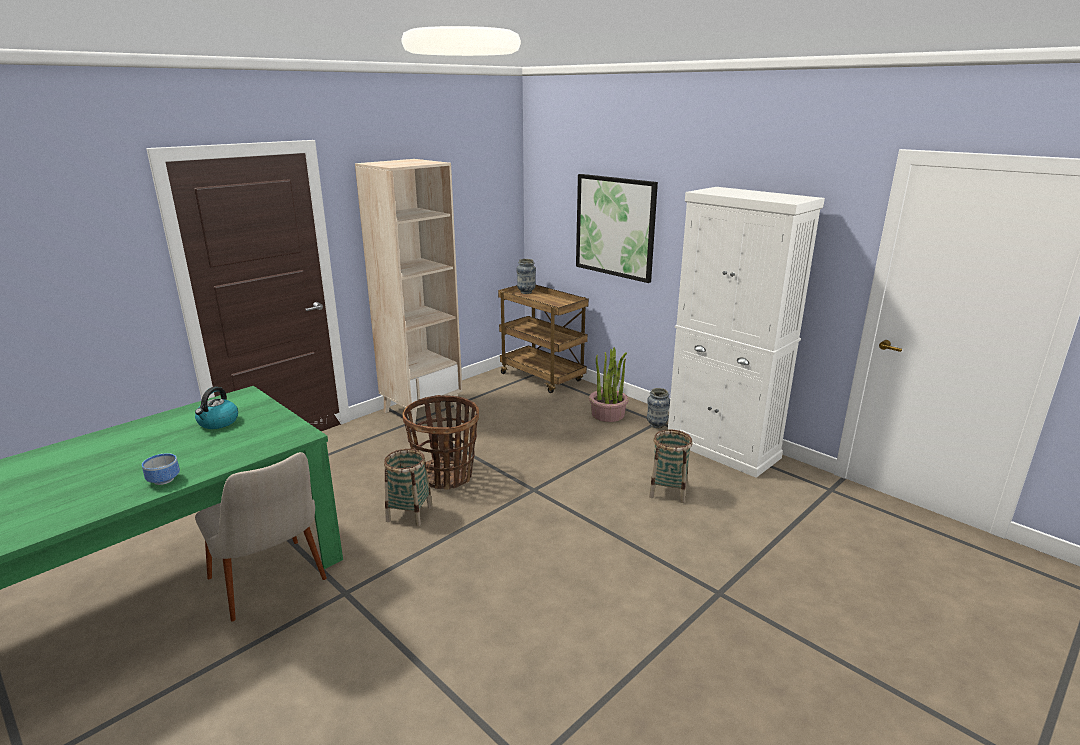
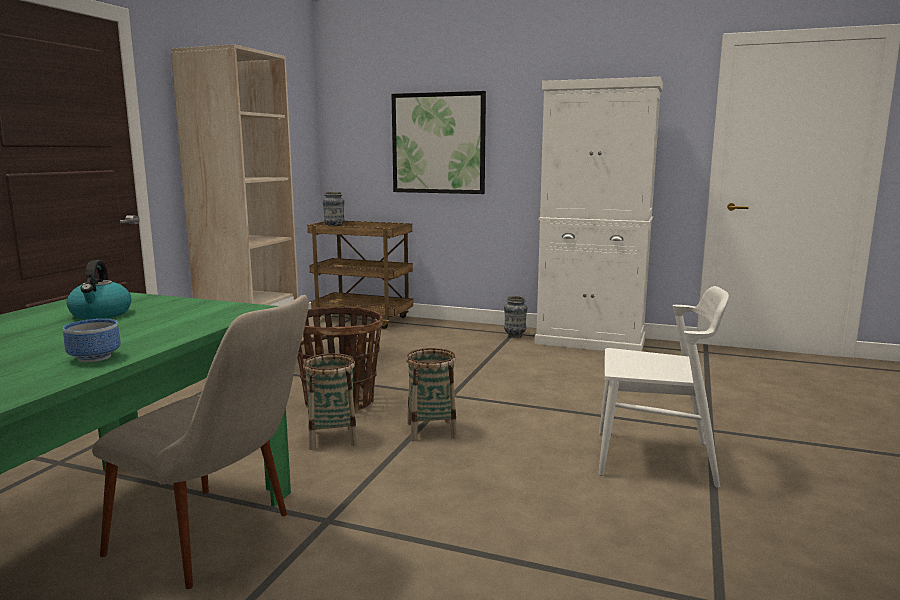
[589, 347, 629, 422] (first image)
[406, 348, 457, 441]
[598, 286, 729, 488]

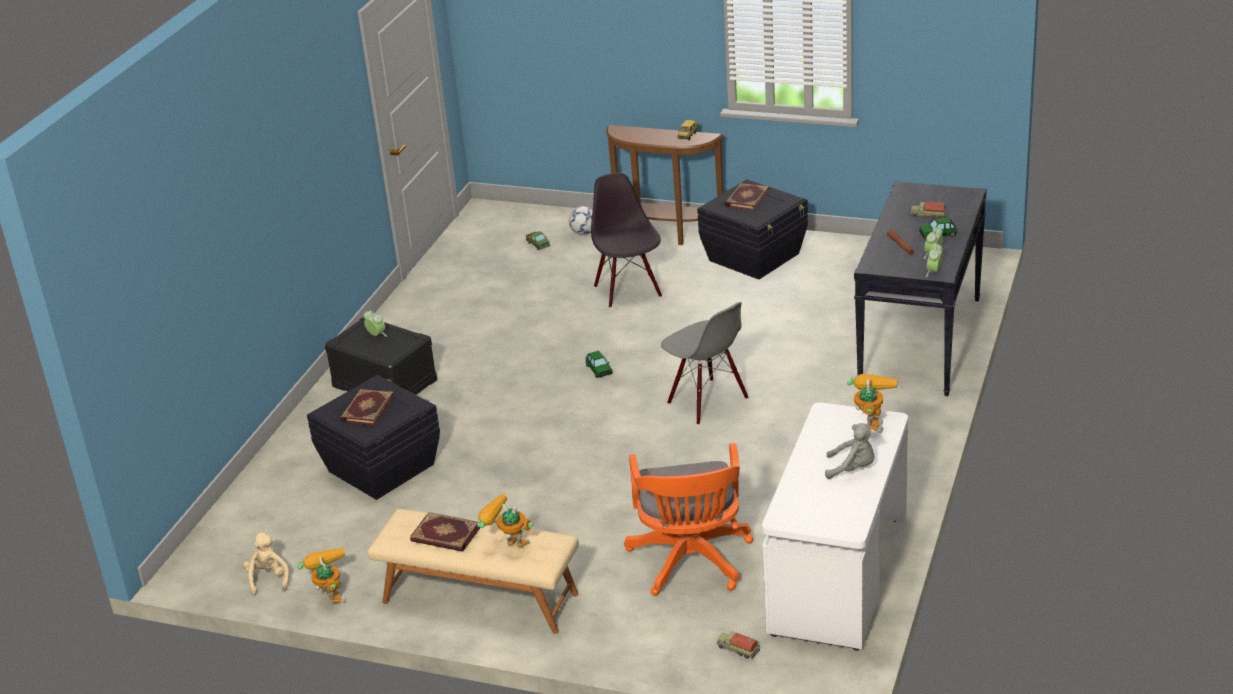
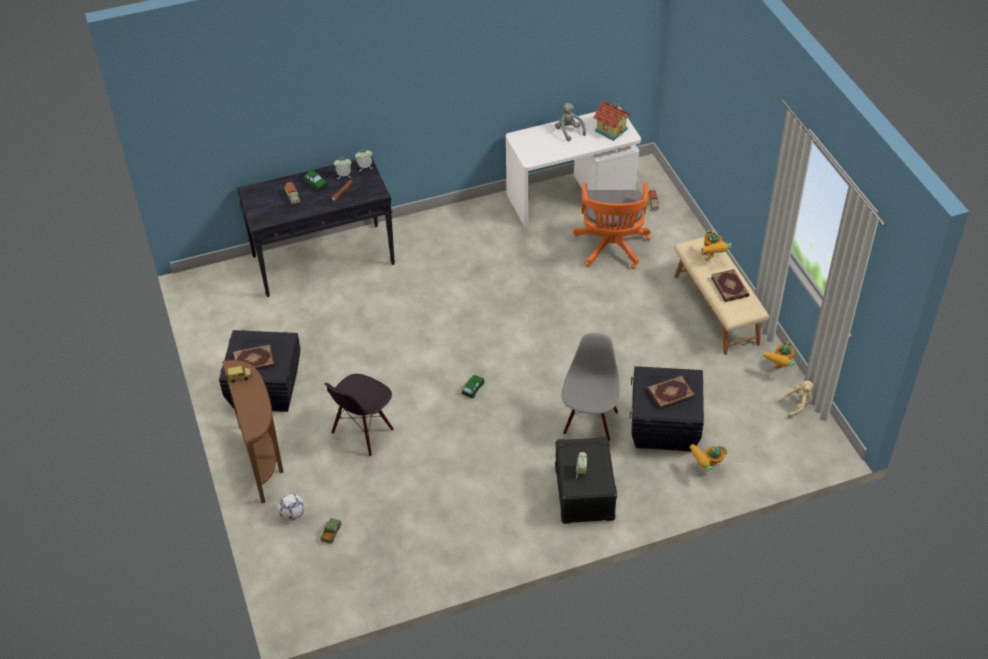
[779, 381, 813, 418]
[573, 183, 651, 269]
[562, 333, 620, 441]
[690, 444, 727, 470]
[593, 100, 631, 141]

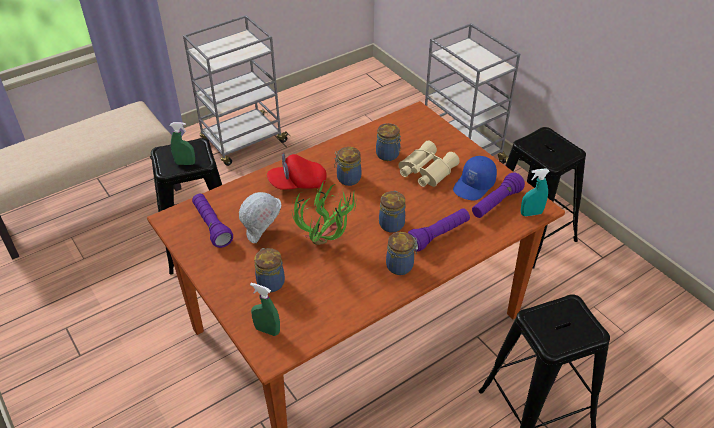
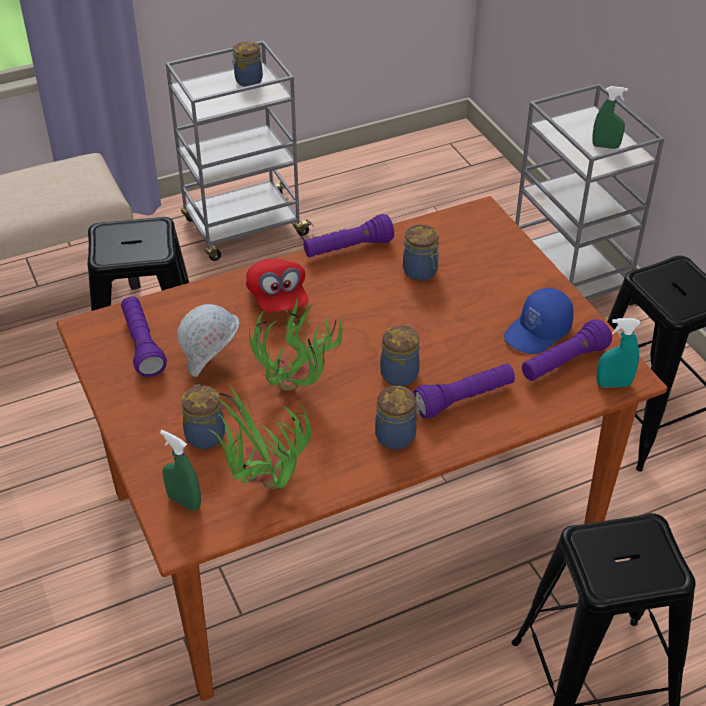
[592, 86, 628, 149]
[246, 259, 308, 312]
[232, 41, 263, 87]
[399, 141, 460, 187] (first image)
[209, 384, 311, 489]
[303, 214, 394, 257]

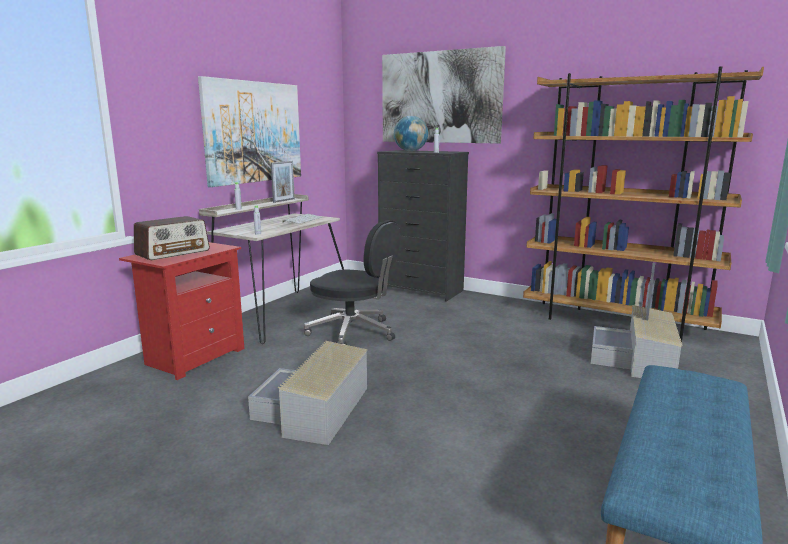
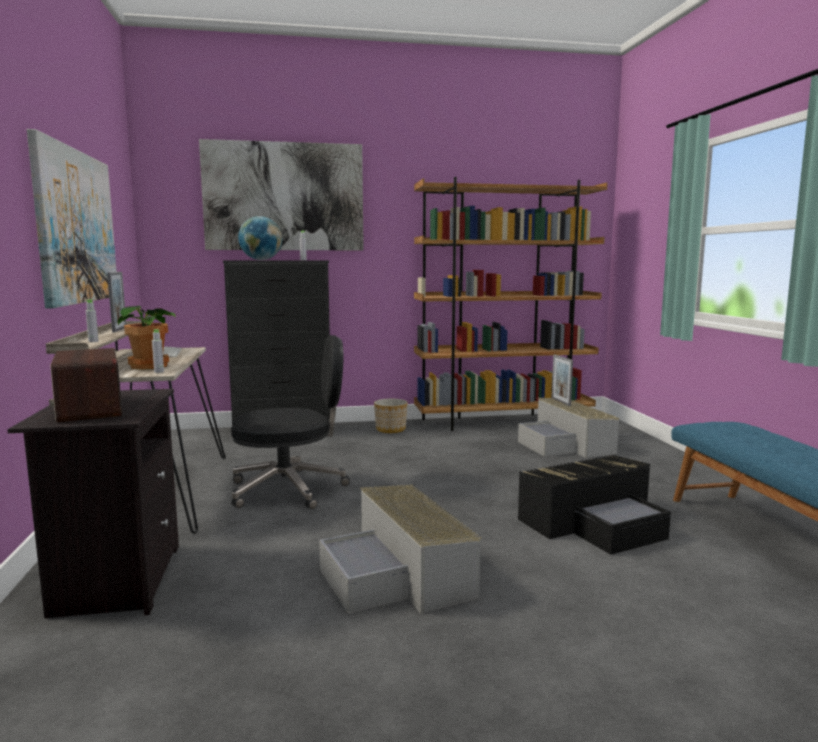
[7, 389, 179, 618]
[49, 348, 122, 422]
[118, 306, 176, 370]
[374, 399, 408, 433]
[518, 455, 671, 555]

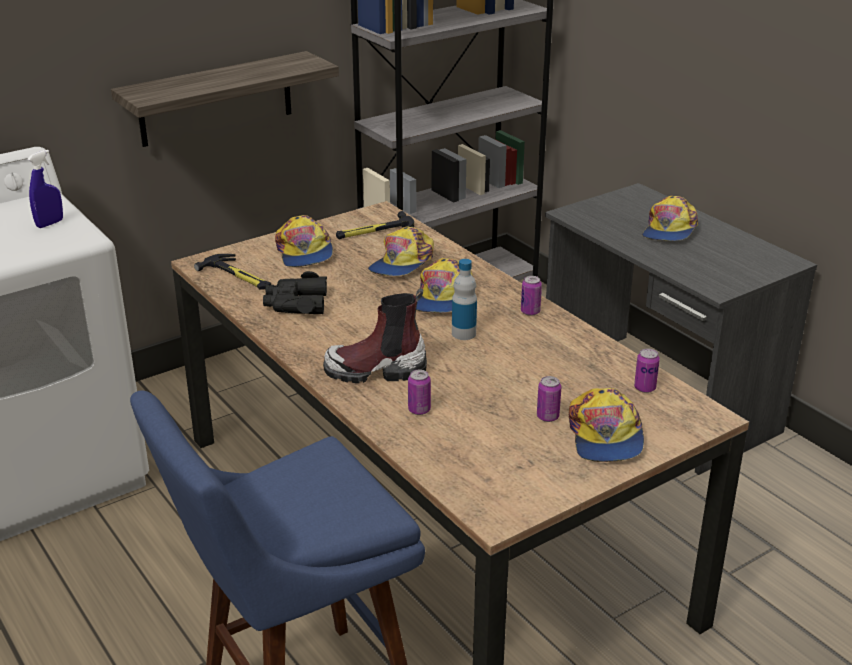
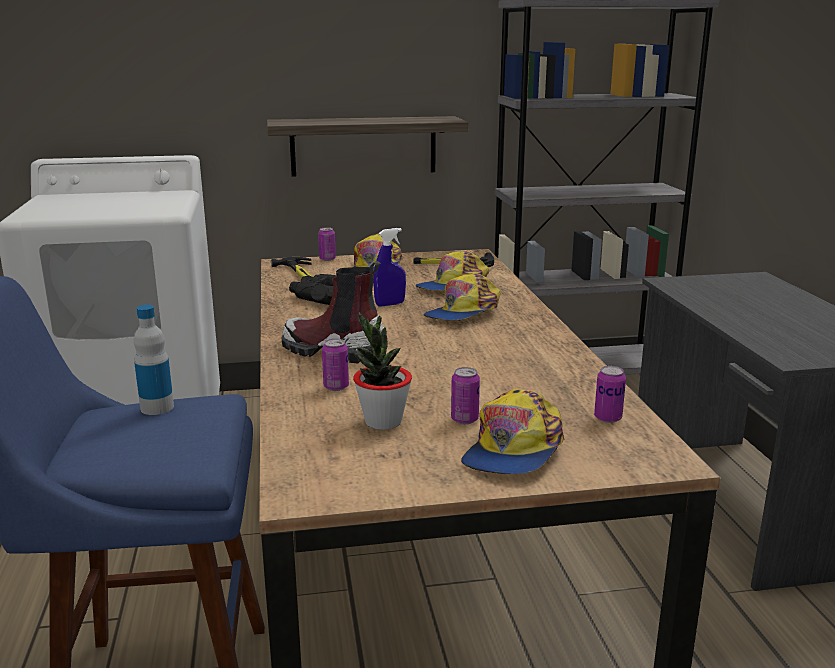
[373, 228, 406, 307]
[133, 305, 174, 415]
[318, 227, 336, 261]
[642, 196, 699, 241] (first image)
[353, 312, 412, 430]

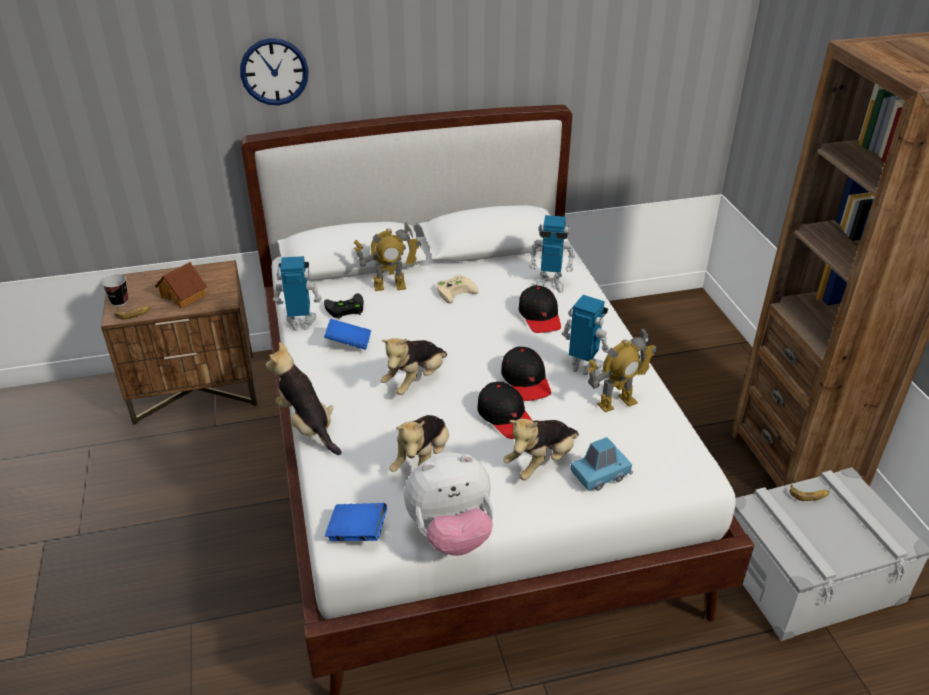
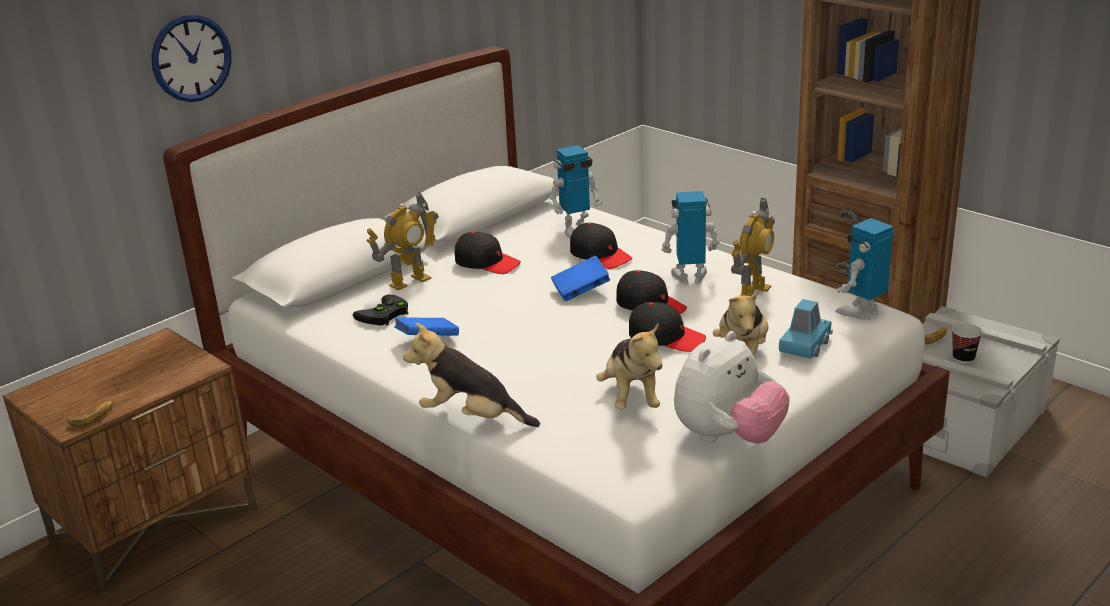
[952, 323, 982, 363]
[155, 262, 207, 308] (first image)
[835, 218, 894, 320]
[551, 255, 611, 301]
[381, 338, 447, 395] (first image)
[455, 232, 521, 274]

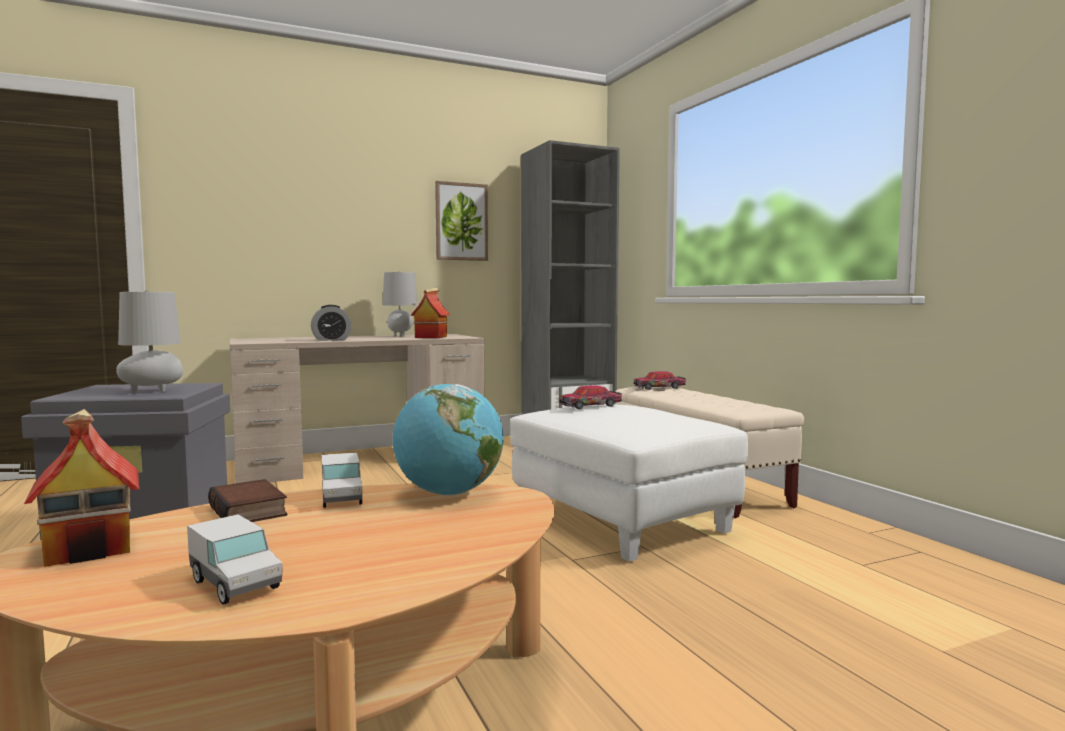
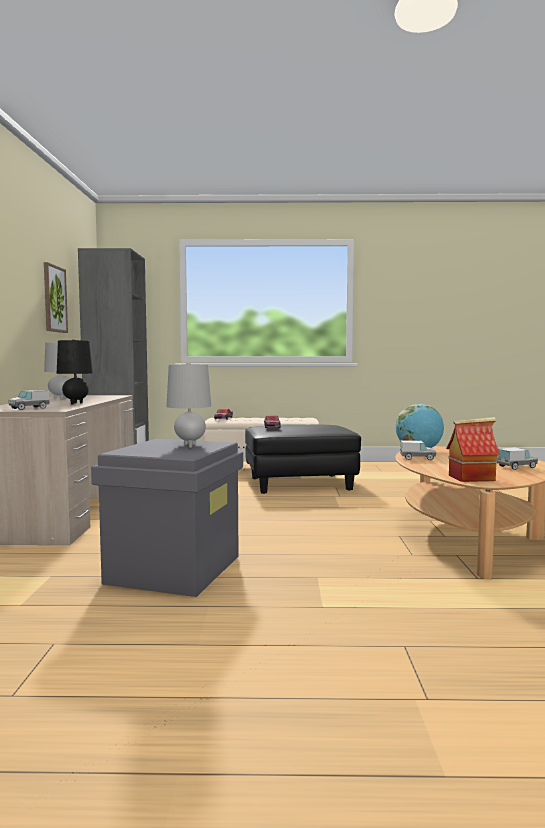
[208, 479, 287, 522] (first image)
[57, 340, 93, 405]
[410, 288, 450, 338] (first image)
[245, 424, 361, 494]
[8, 390, 50, 410]

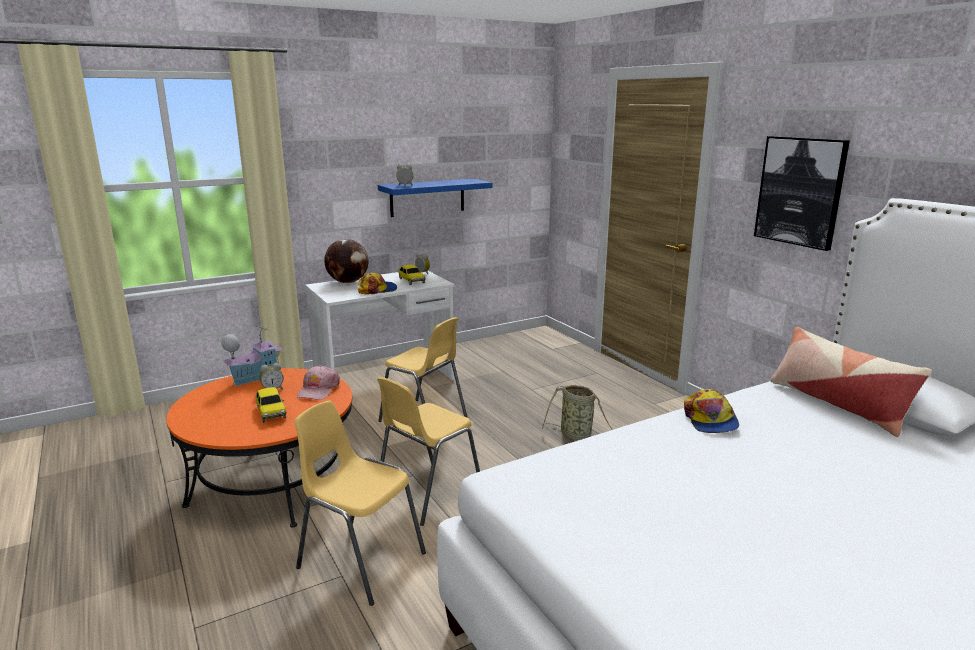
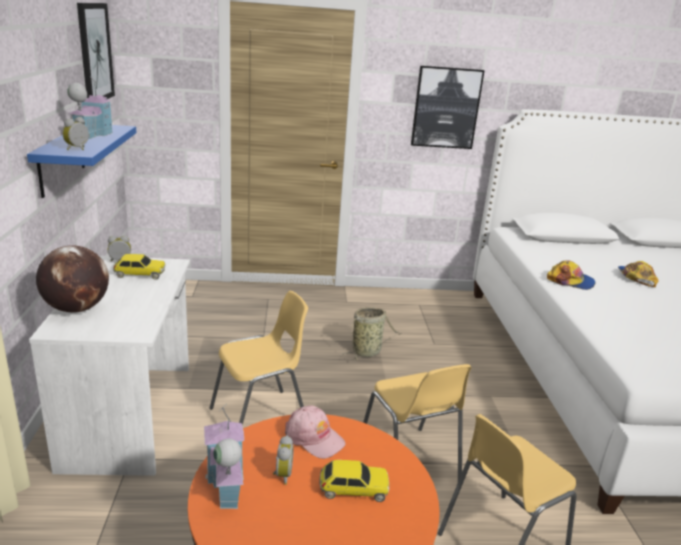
[618, 261, 659, 287]
[771, 327, 932, 437] (first image)
[67, 81, 113, 140]
[77, 3, 115, 99]

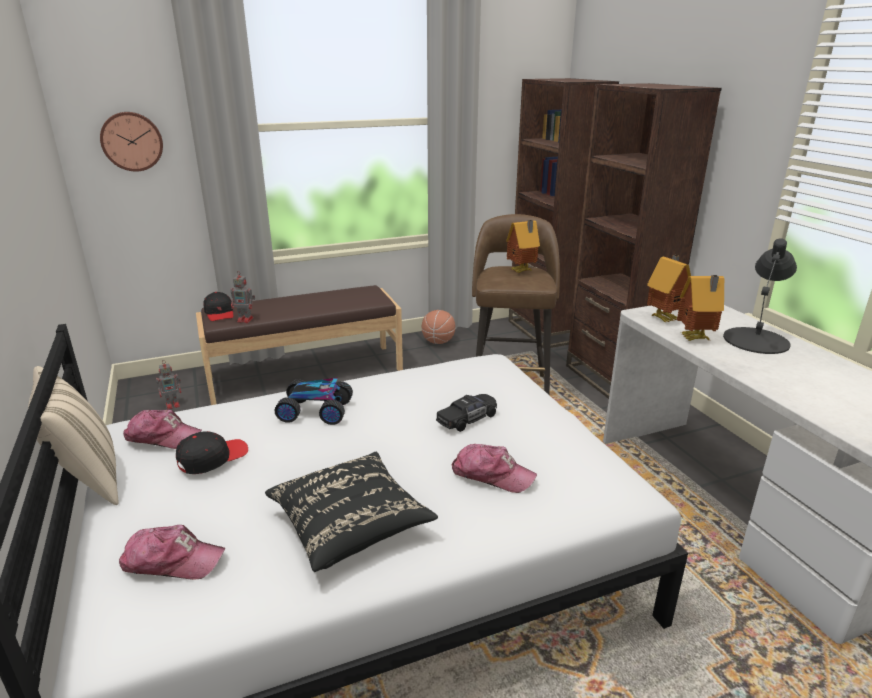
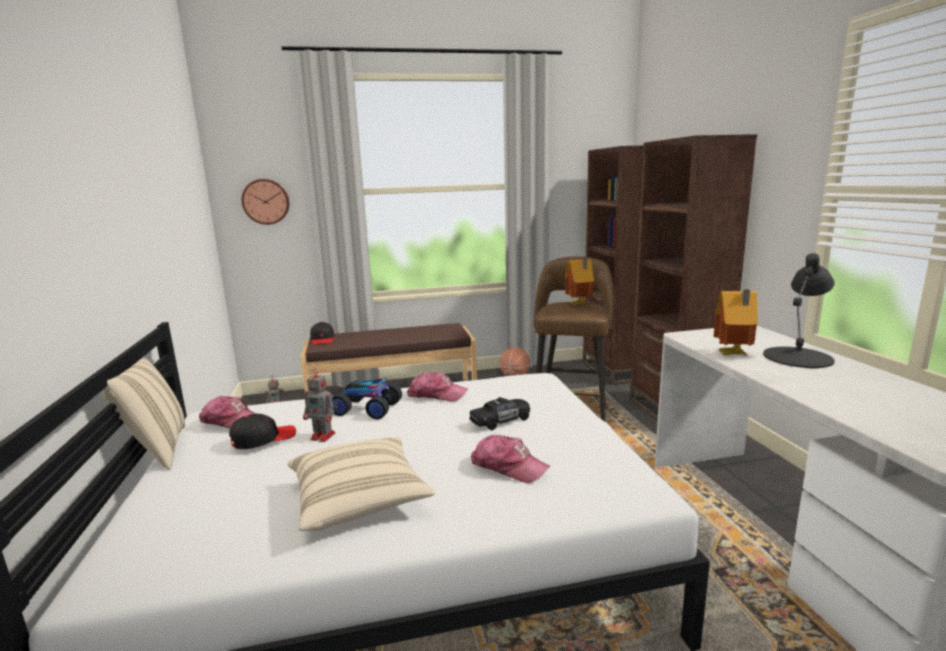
[407, 372, 468, 402]
[303, 368, 337, 442]
[288, 437, 435, 531]
[647, 255, 691, 322] (first image)

